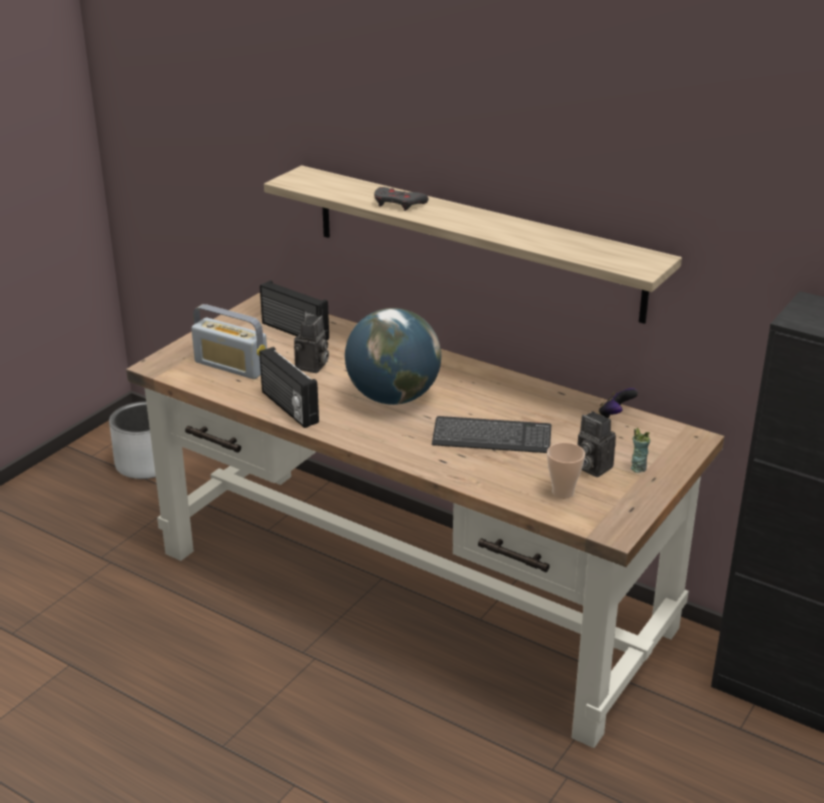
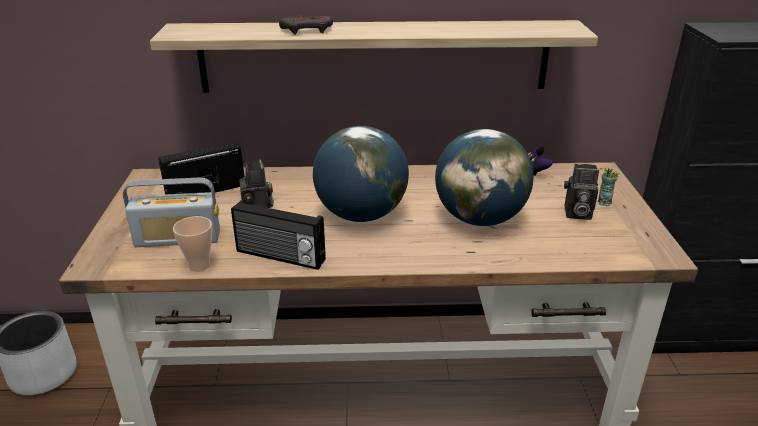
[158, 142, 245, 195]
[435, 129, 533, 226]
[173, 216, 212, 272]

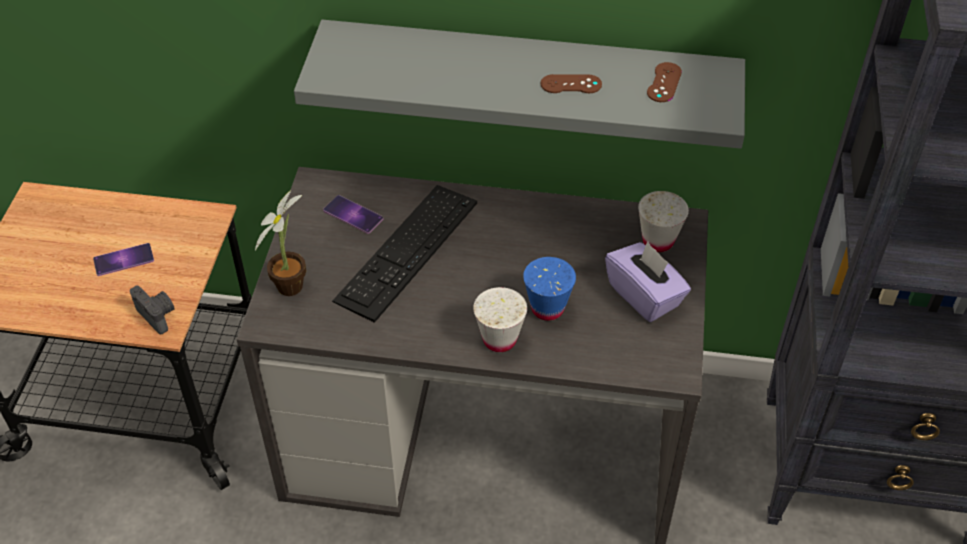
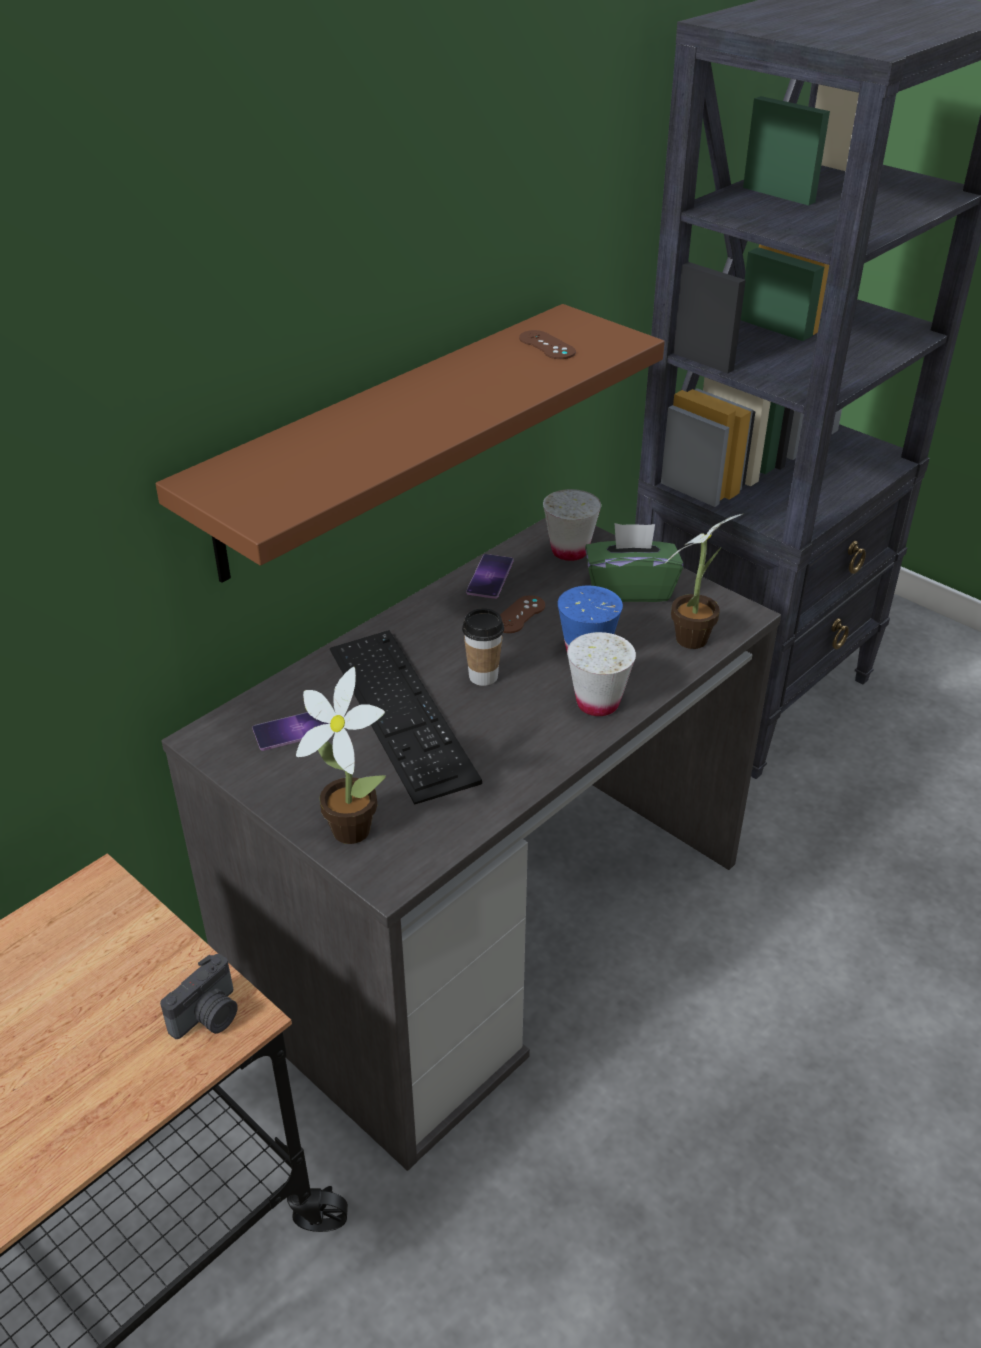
[466, 554, 514, 599]
[160, 954, 238, 1039]
[156, 304, 665, 583]
[500, 595, 545, 633]
[585, 523, 683, 602]
[462, 608, 504, 686]
[665, 514, 743, 649]

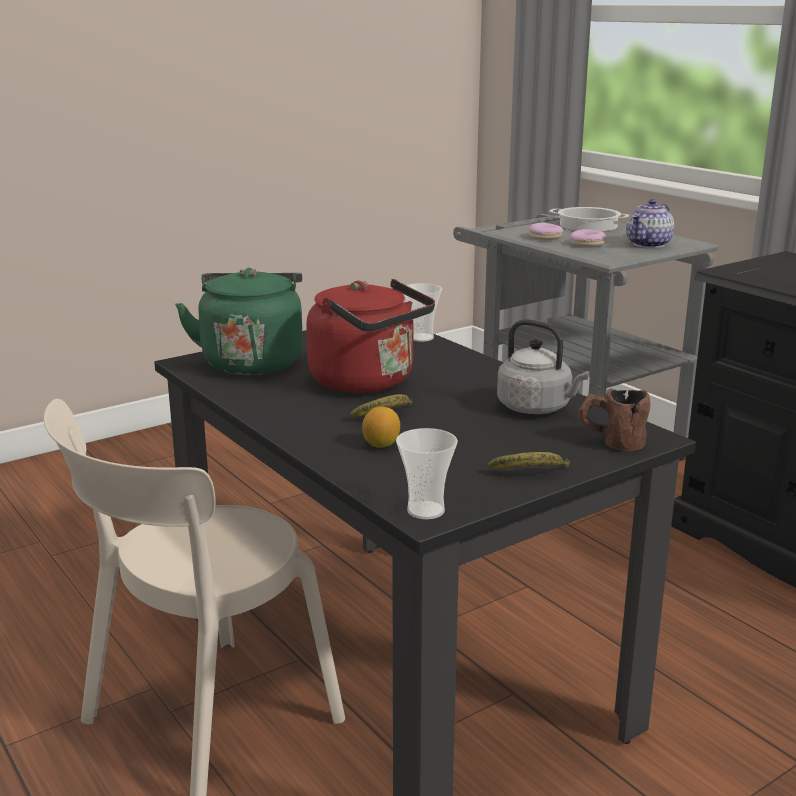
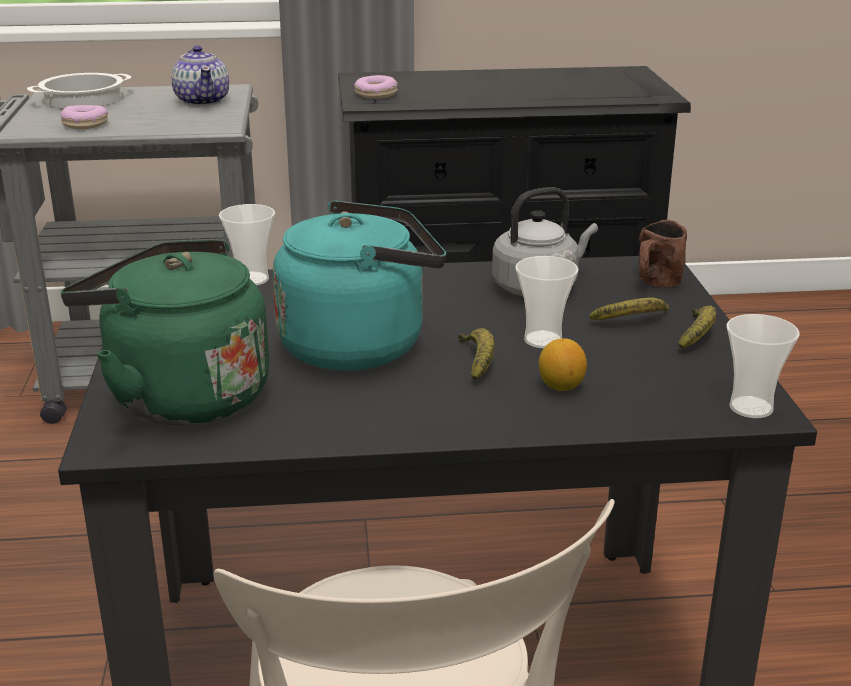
[273, 200, 446, 370]
[354, 75, 398, 99]
[515, 256, 578, 348]
[589, 297, 669, 320]

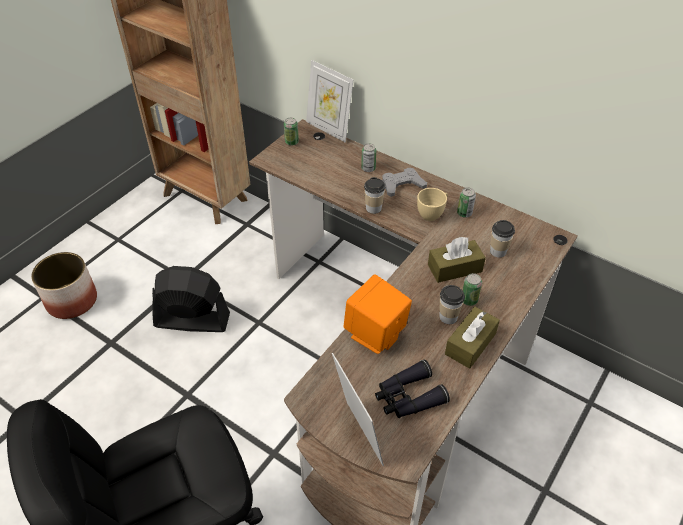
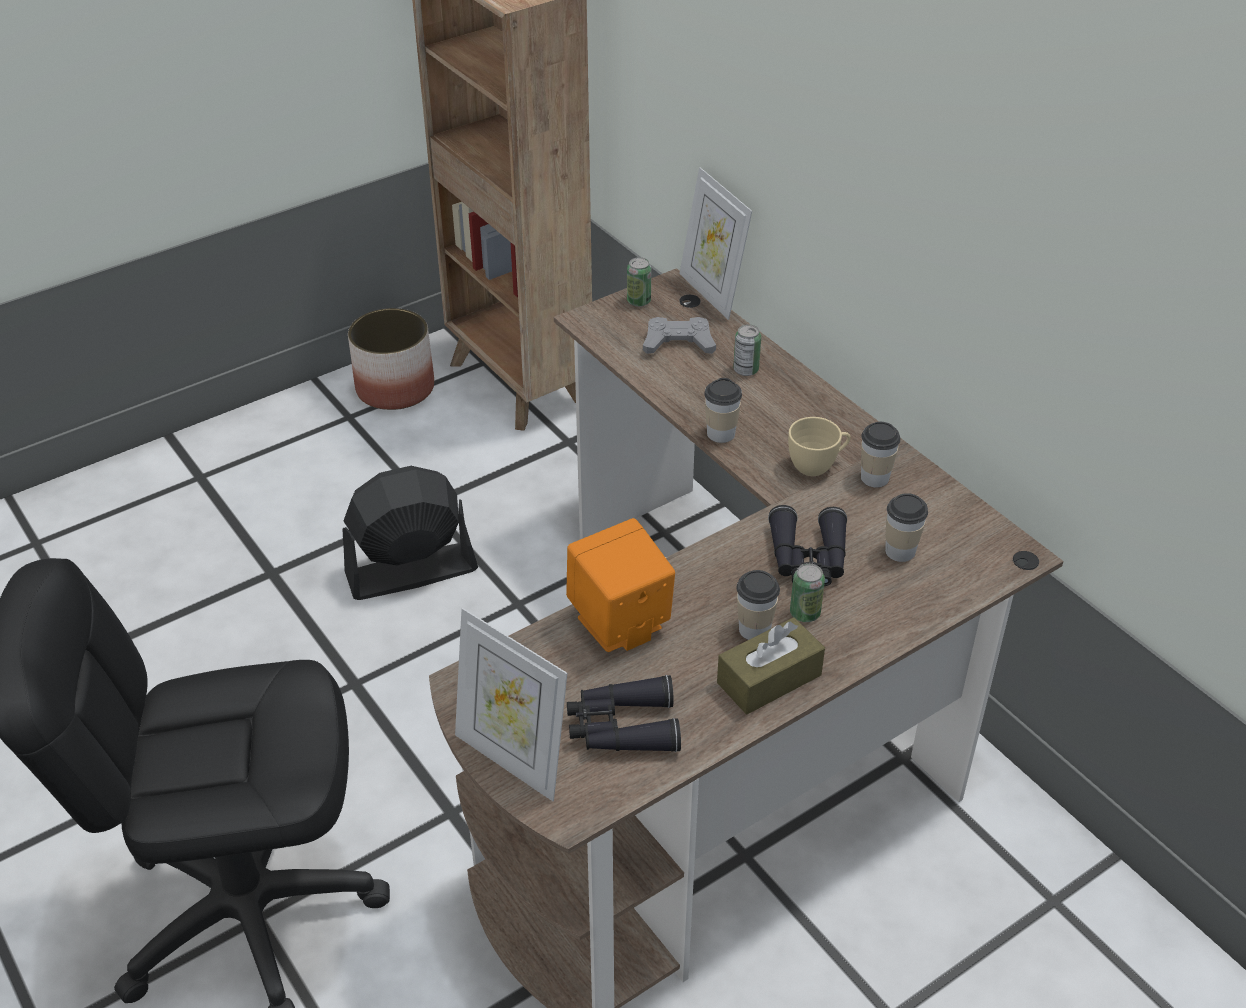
[348, 308, 434, 410]
[342, 466, 478, 600]
[455, 608, 567, 801]
[643, 317, 716, 354]
[768, 505, 847, 586]
[861, 422, 901, 488]

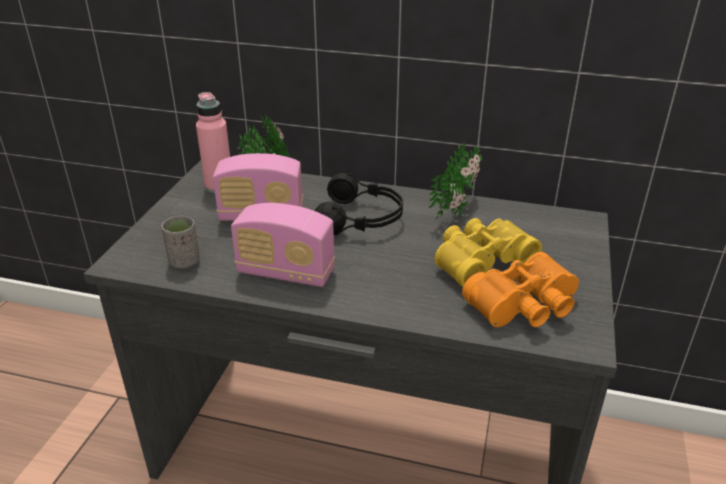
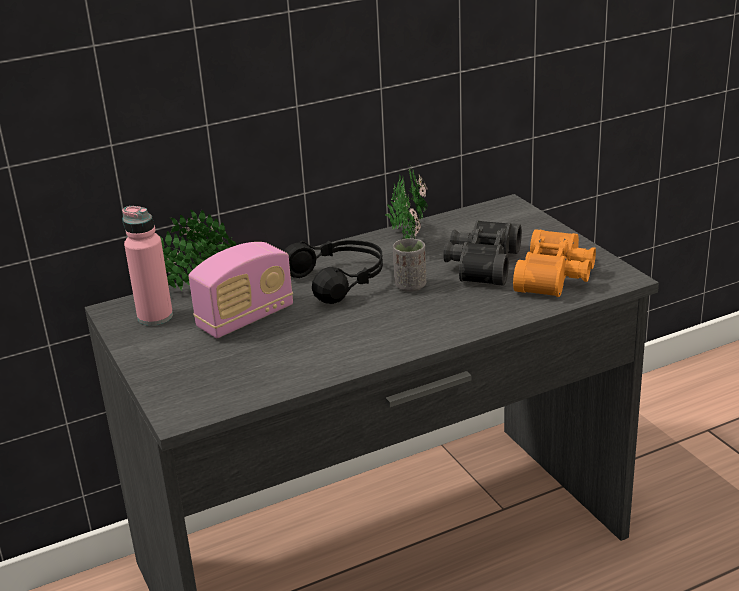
[393, 238, 426, 292]
[231, 203, 335, 287] (first image)
[443, 220, 522, 286]

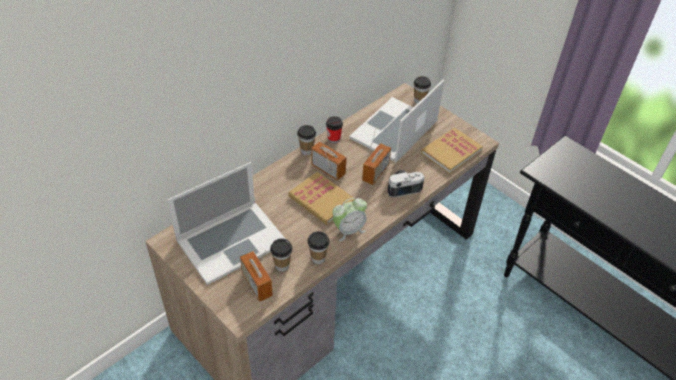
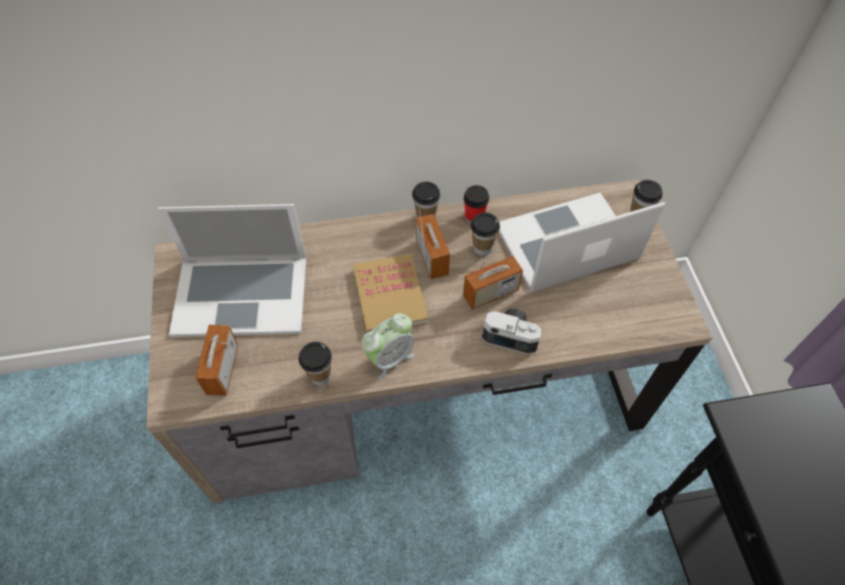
[471, 212, 500, 256]
[361, 313, 415, 380]
[421, 128, 483, 174] (first image)

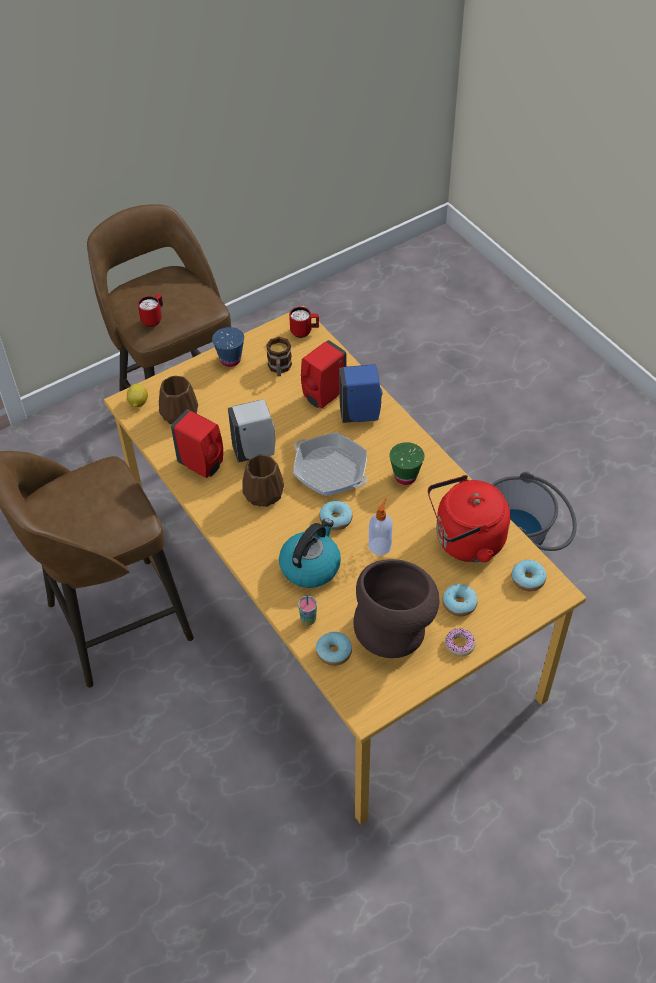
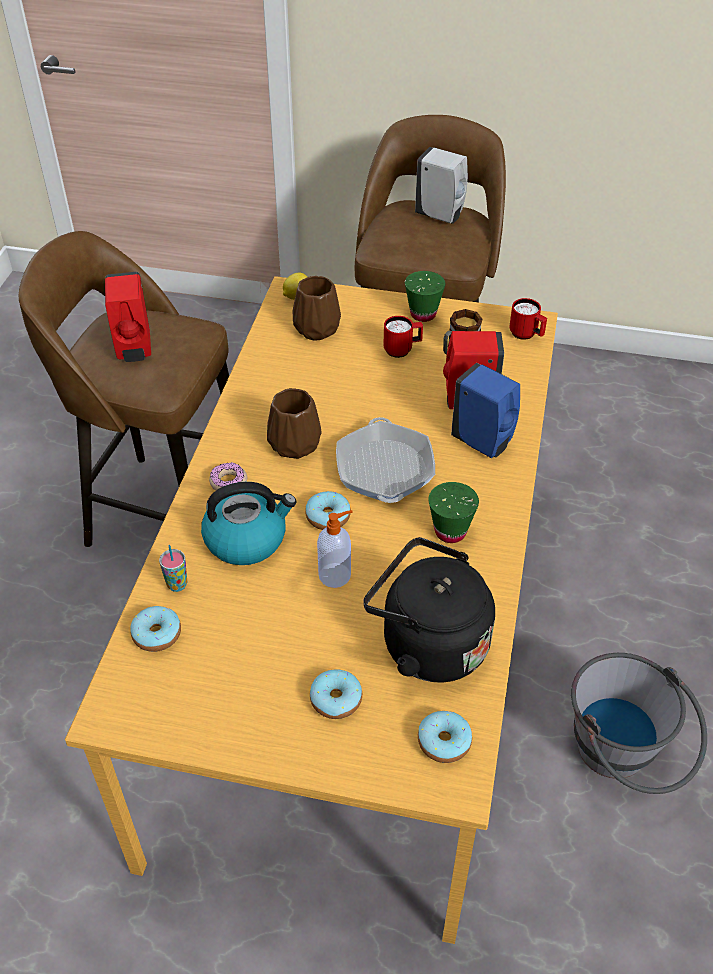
[383, 316, 423, 358]
[105, 272, 151, 362]
[405, 271, 446, 322]
[415, 147, 468, 224]
[353, 559, 439, 658] (first image)
[363, 537, 495, 682]
[209, 462, 247, 491]

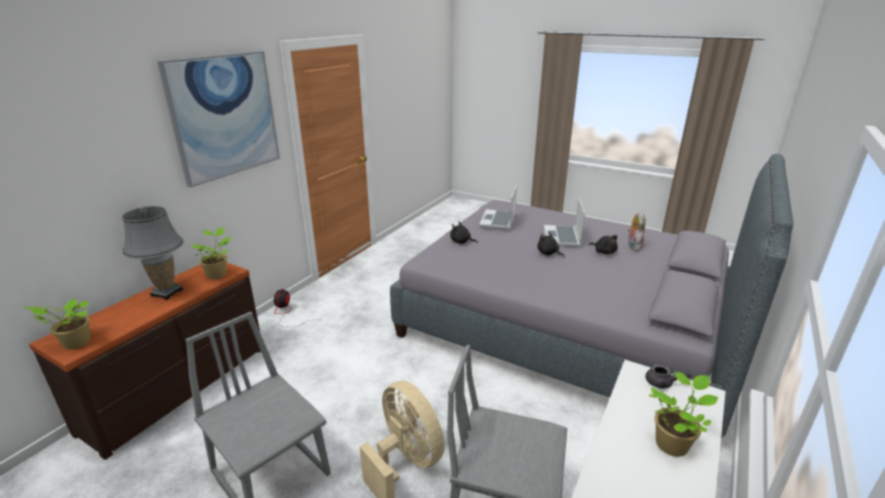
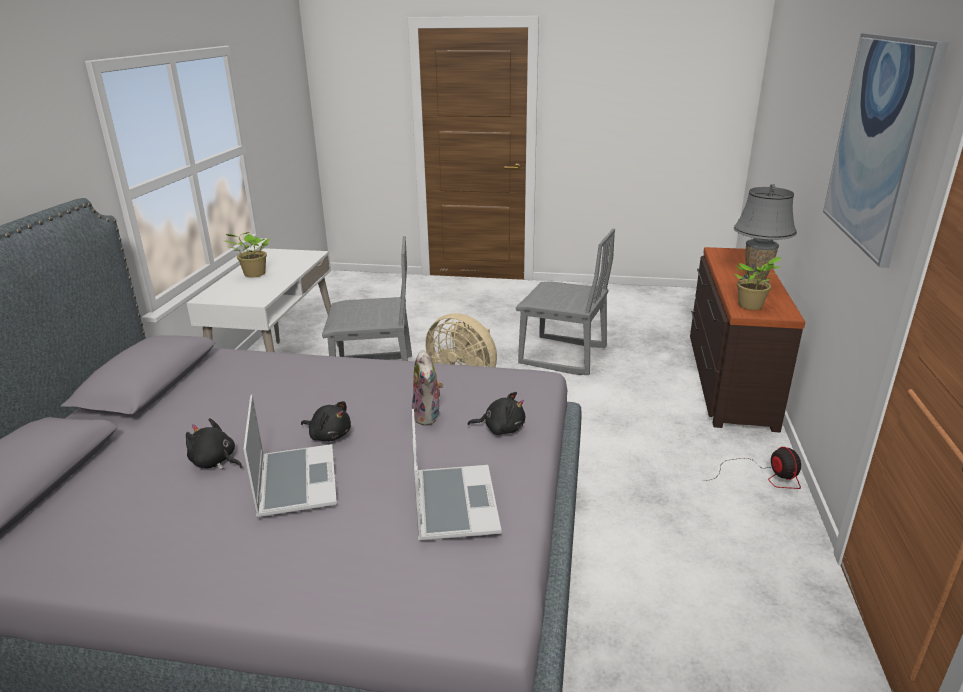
[23, 298, 91, 350] (first image)
[412, 350, 443, 426]
[646, 364, 691, 389] (first image)

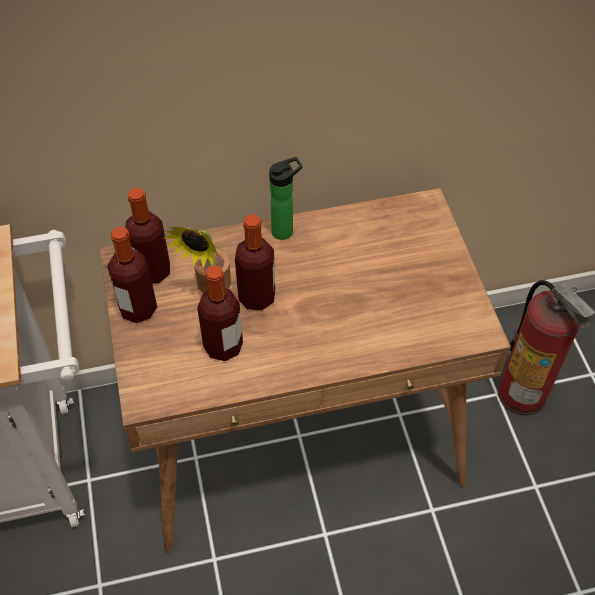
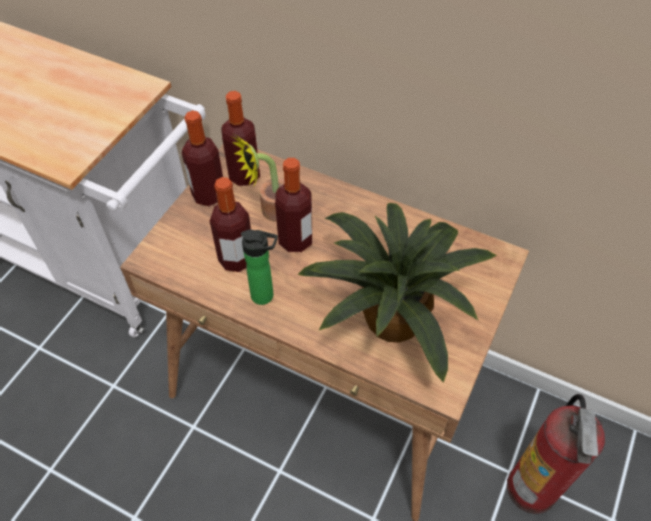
[241, 230, 278, 305]
[297, 203, 497, 383]

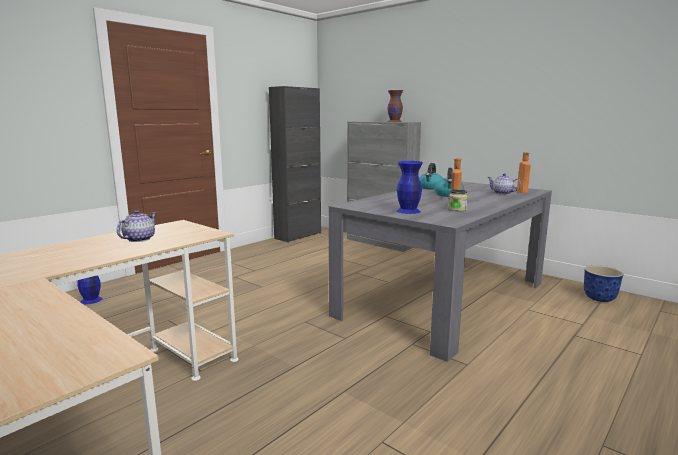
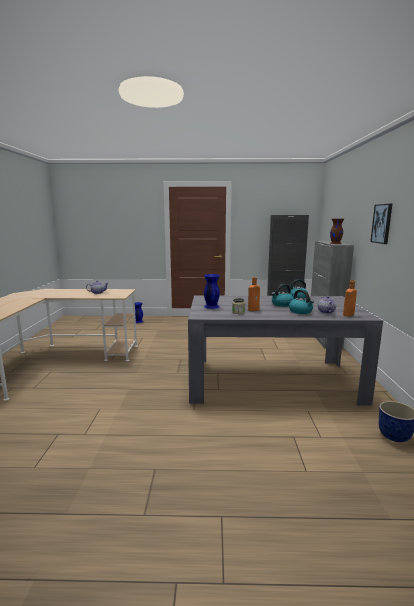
[289, 289, 314, 314]
[370, 204, 392, 244]

